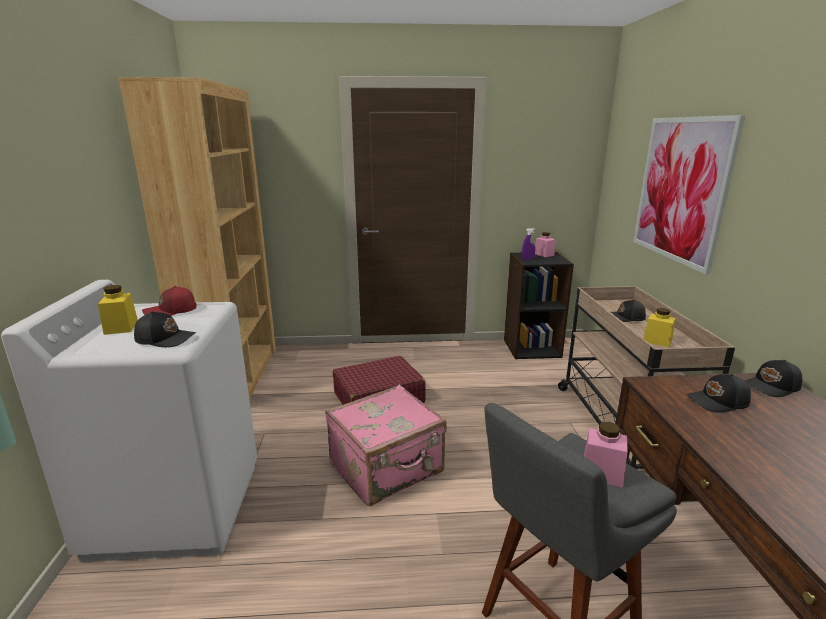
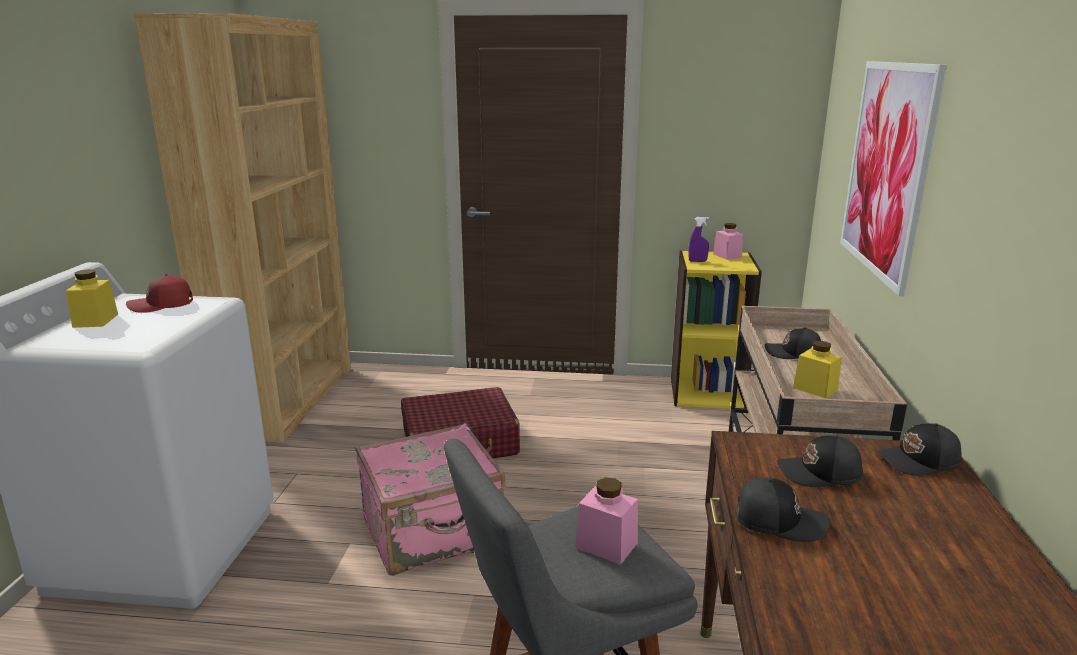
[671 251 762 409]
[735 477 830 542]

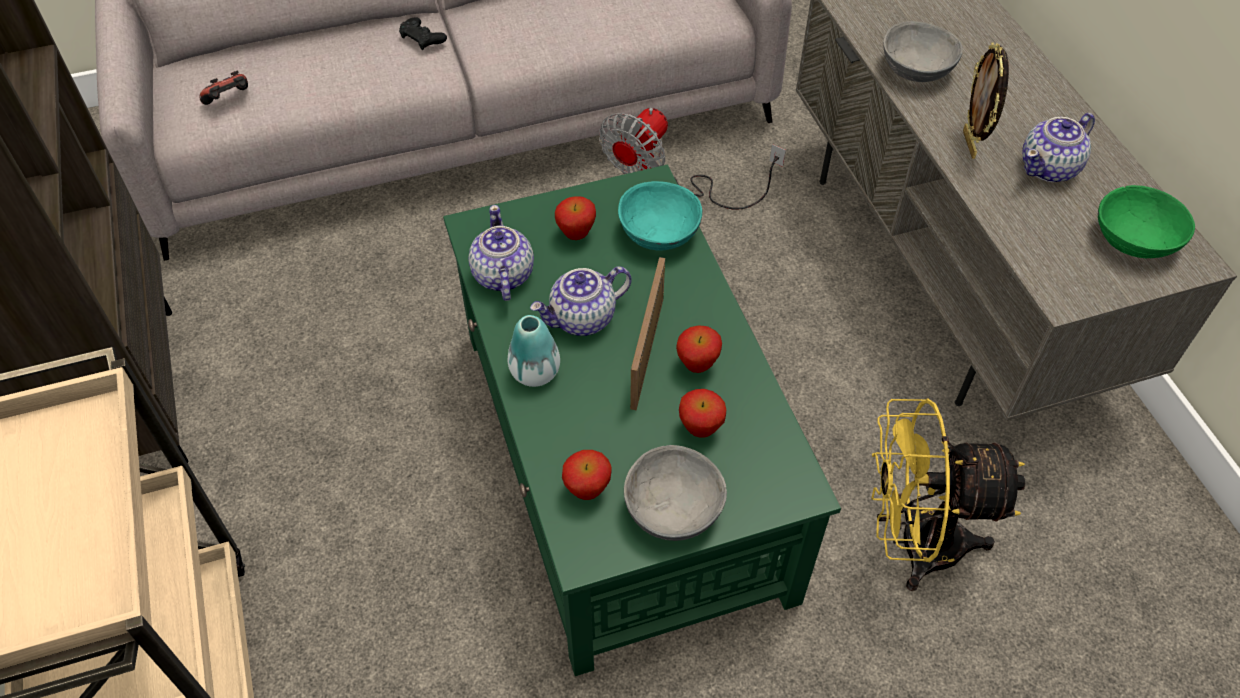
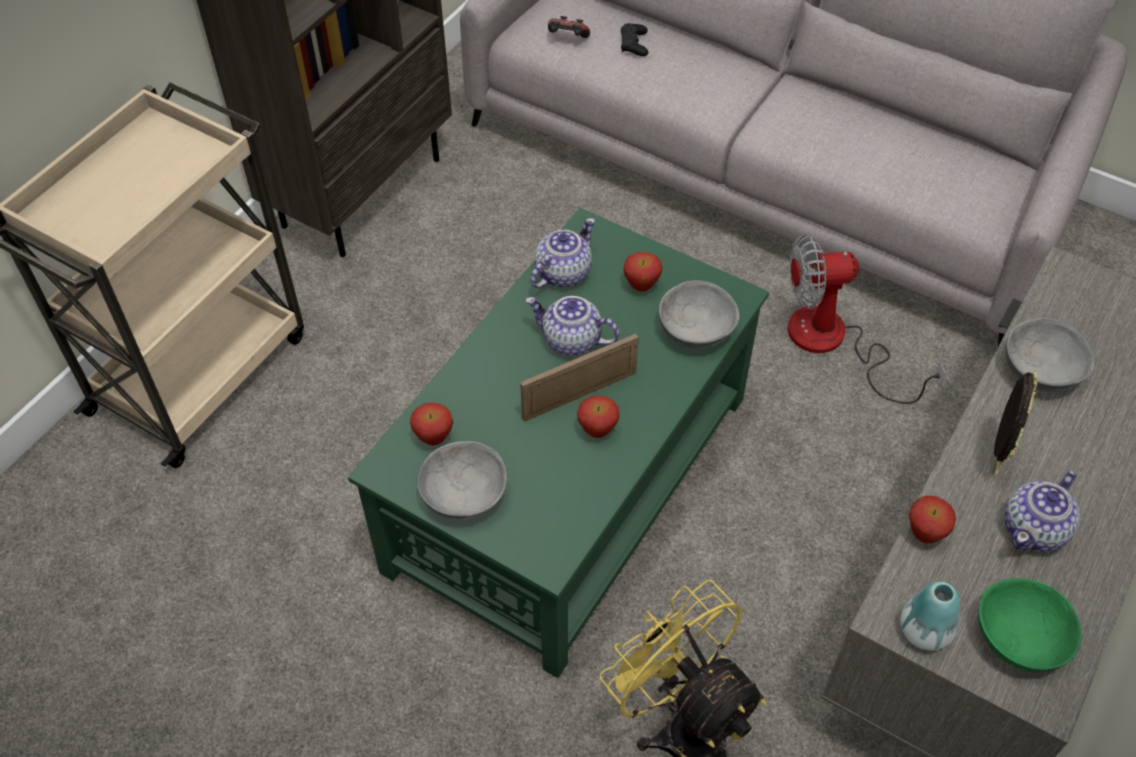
[621 23 648 56]
[659 280 739 349]
[901 582 960 651]
[909 496 956 543]
[993 371 1038 478]
[1004 471 1080 552]

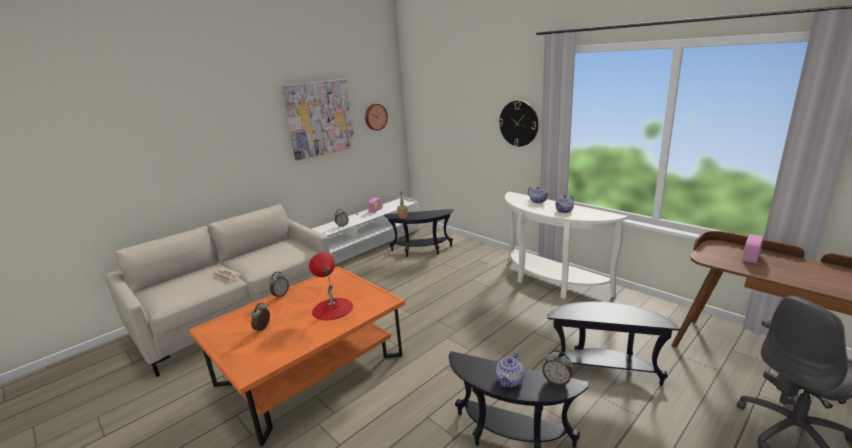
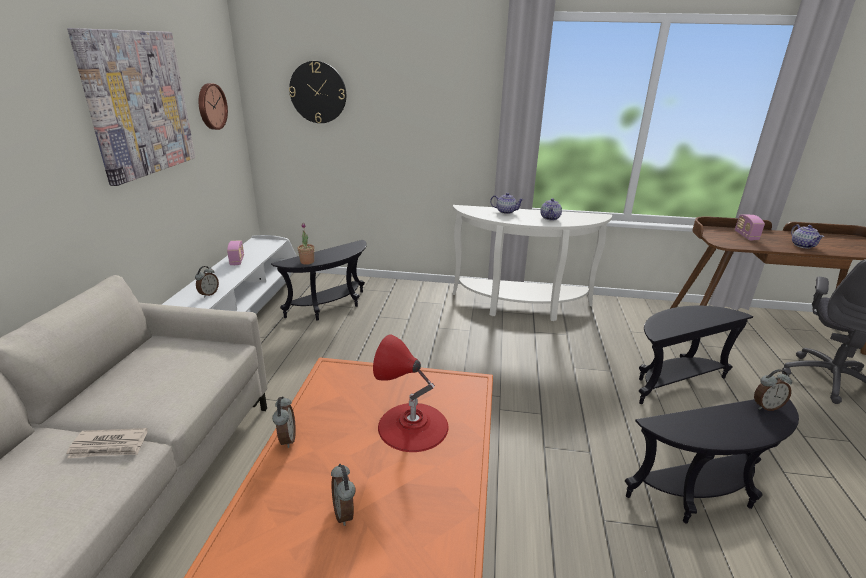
[289 61 346 123]
[791 225 824 249]

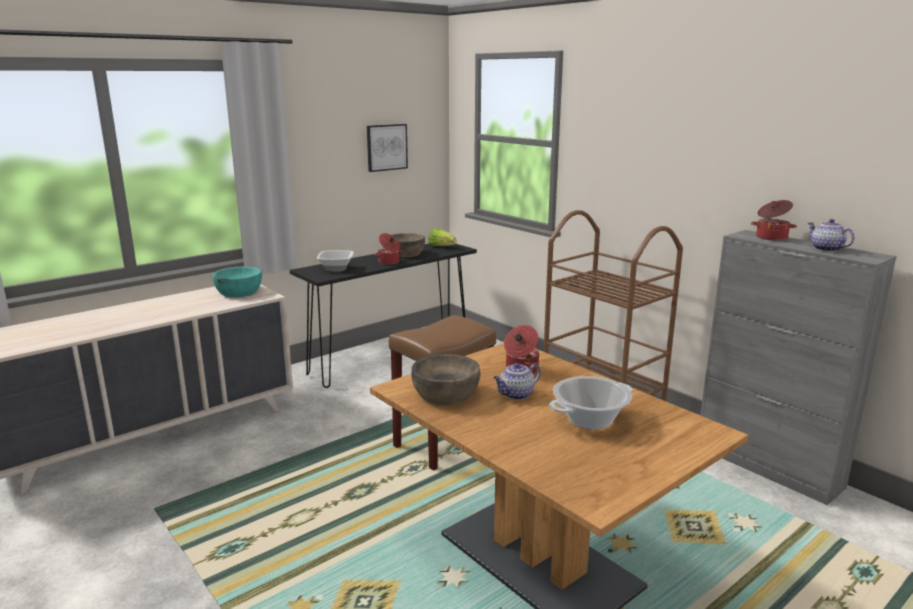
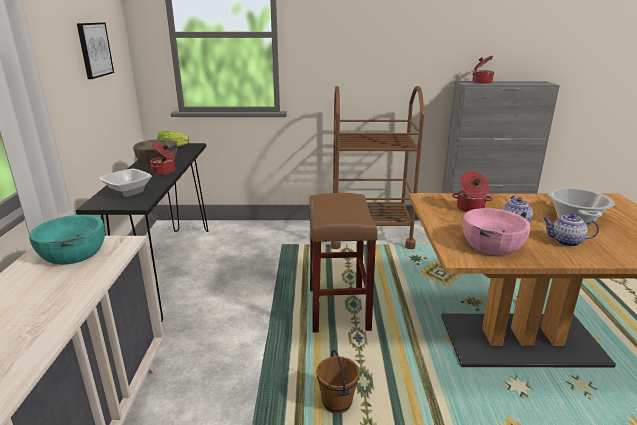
[316 350 359 414]
[462 208 530 255]
[543 213 599 247]

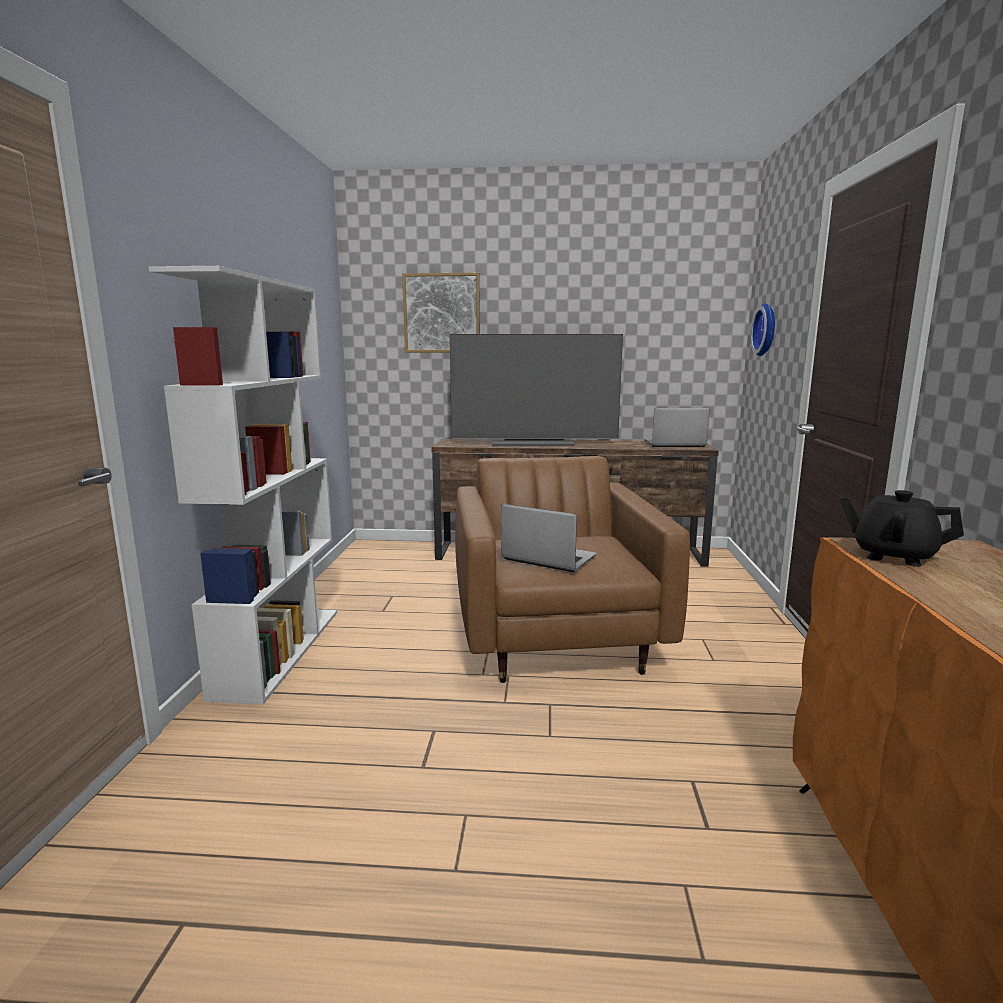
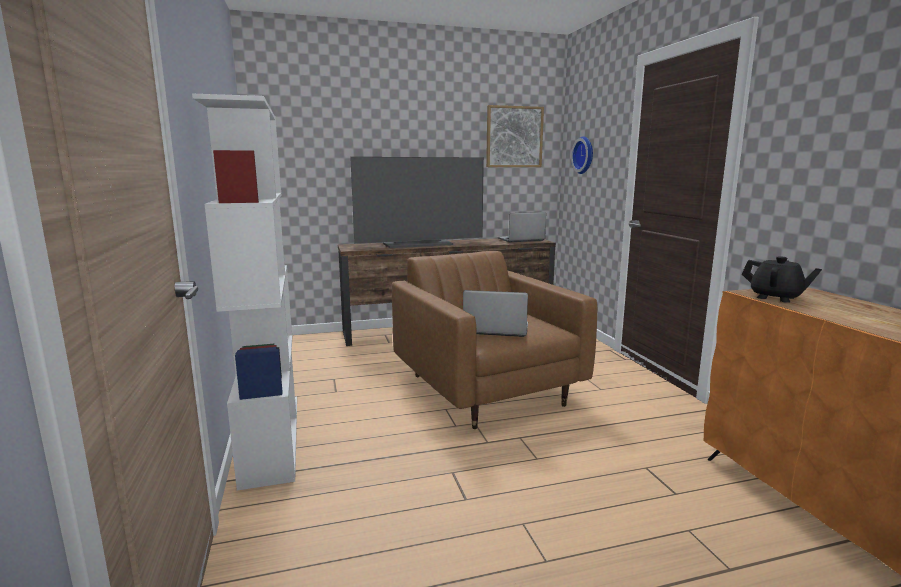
[486 105 544 167]
[742 256 822 303]

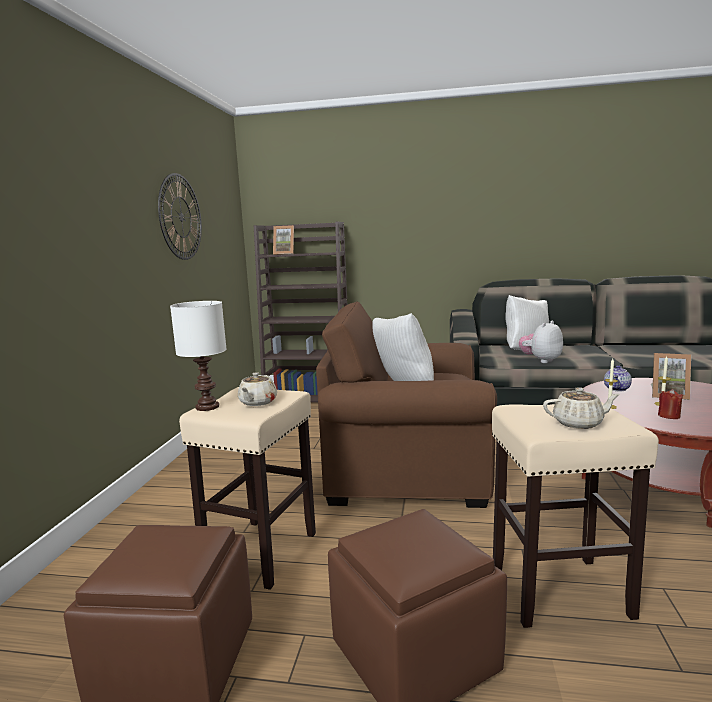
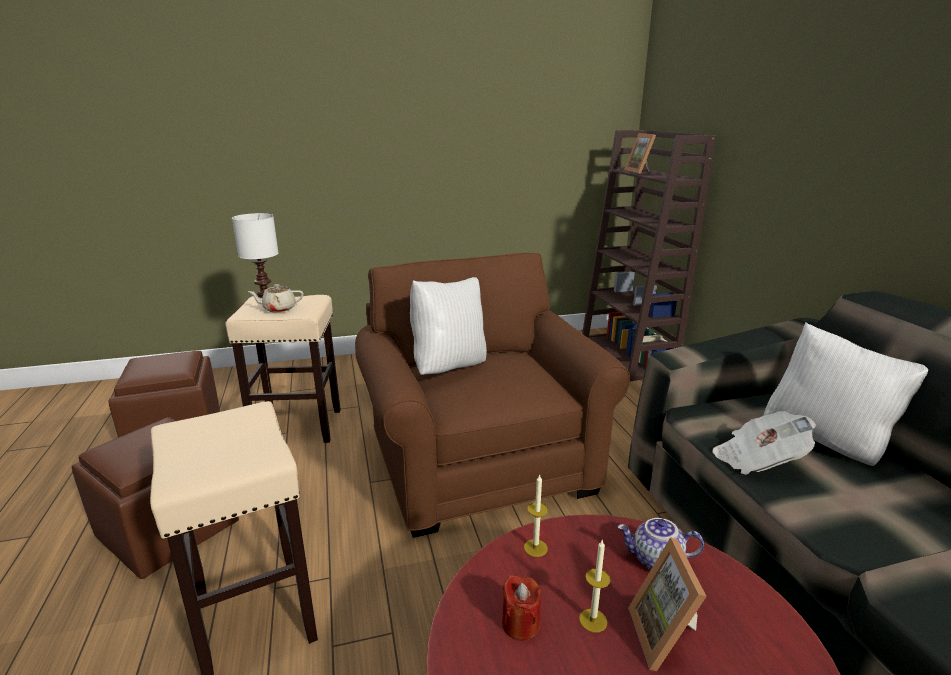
[712 411 816 475]
[158 173 202 260] (first image)
[543 387 620 429] (first image)

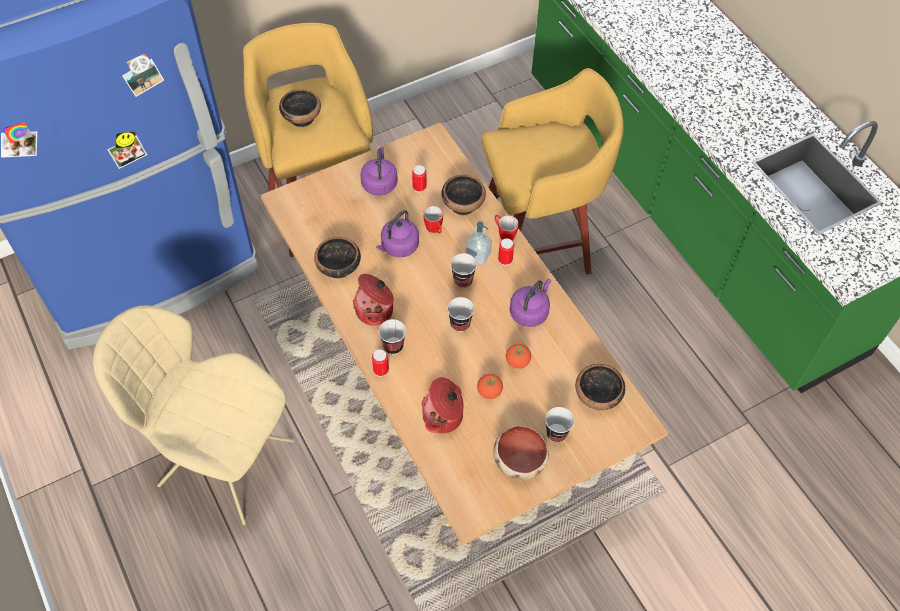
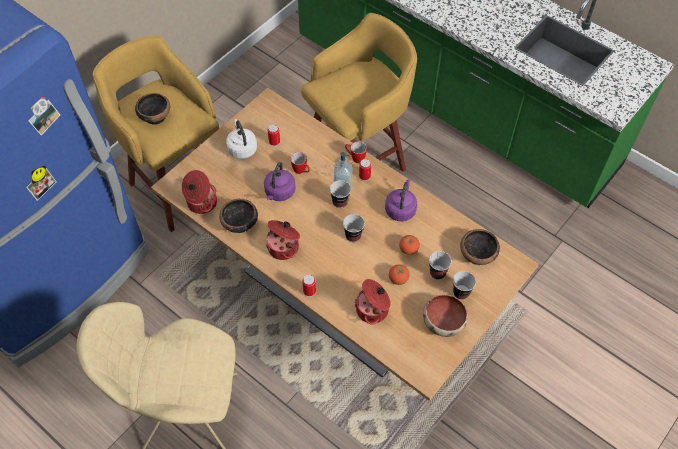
[182 170 217 214]
[226 119 257 159]
[429 251 452 279]
[441 175 486 215] (first image)

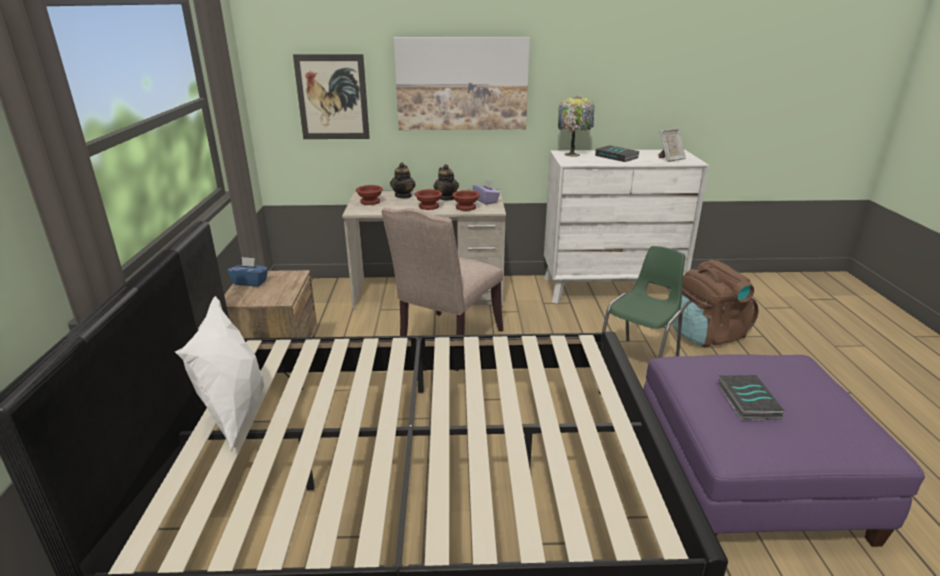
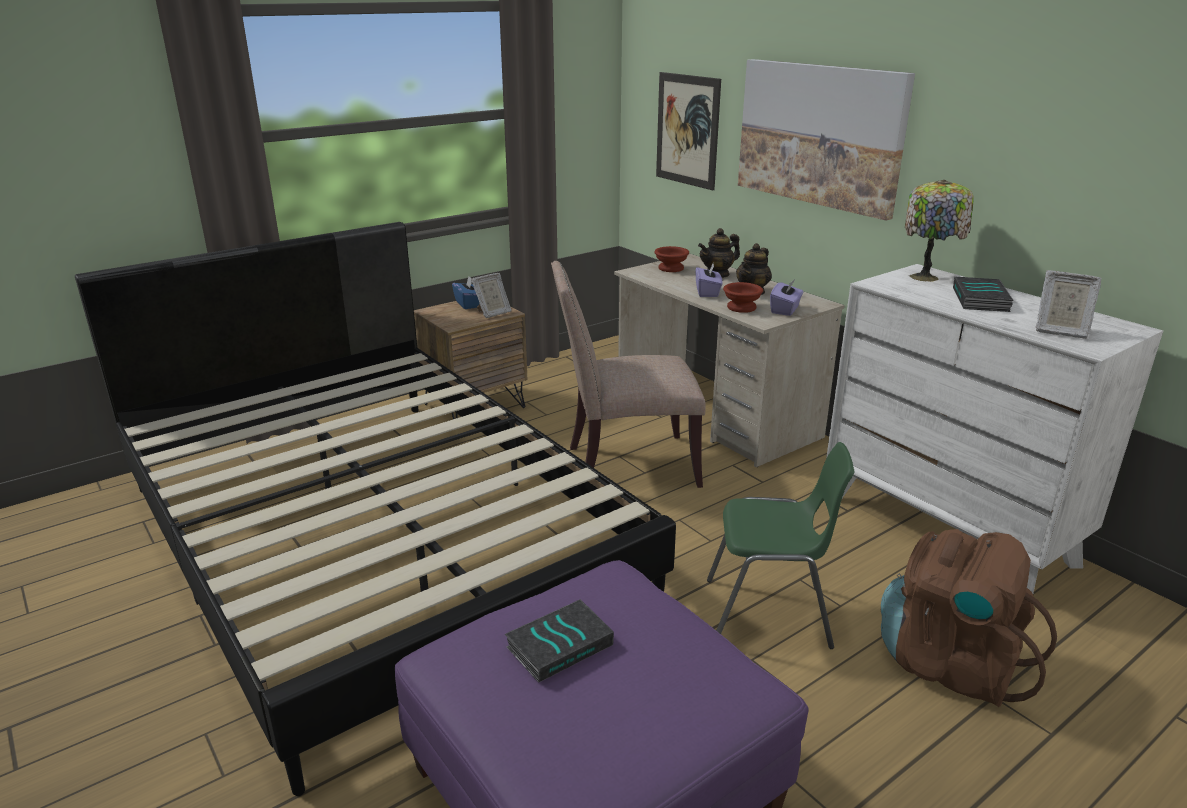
[471 273 511 318]
[696 263 723 297]
[175 296 264 452] (first image)

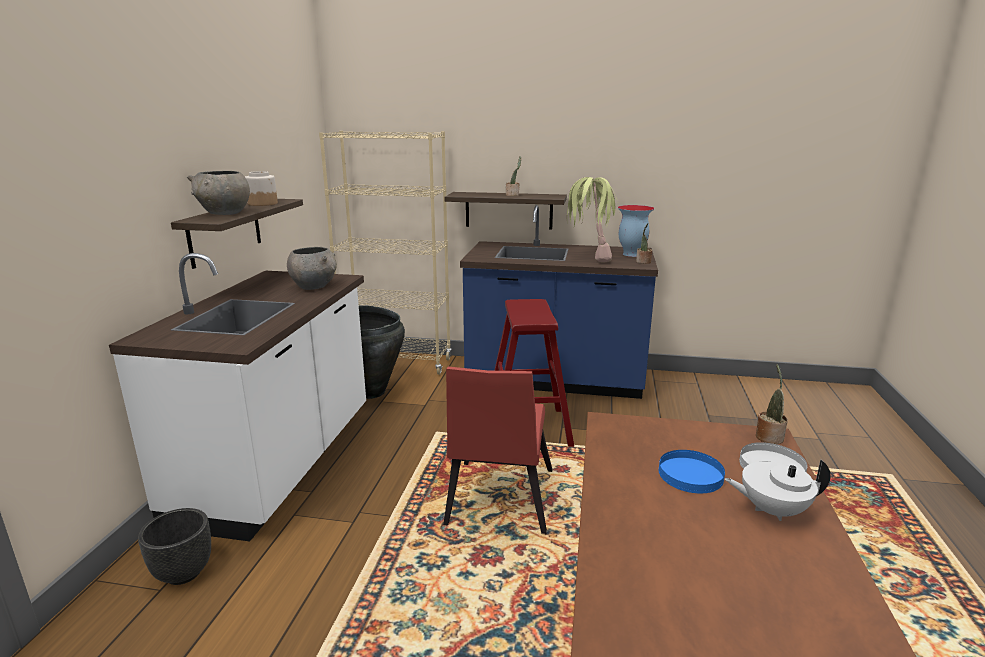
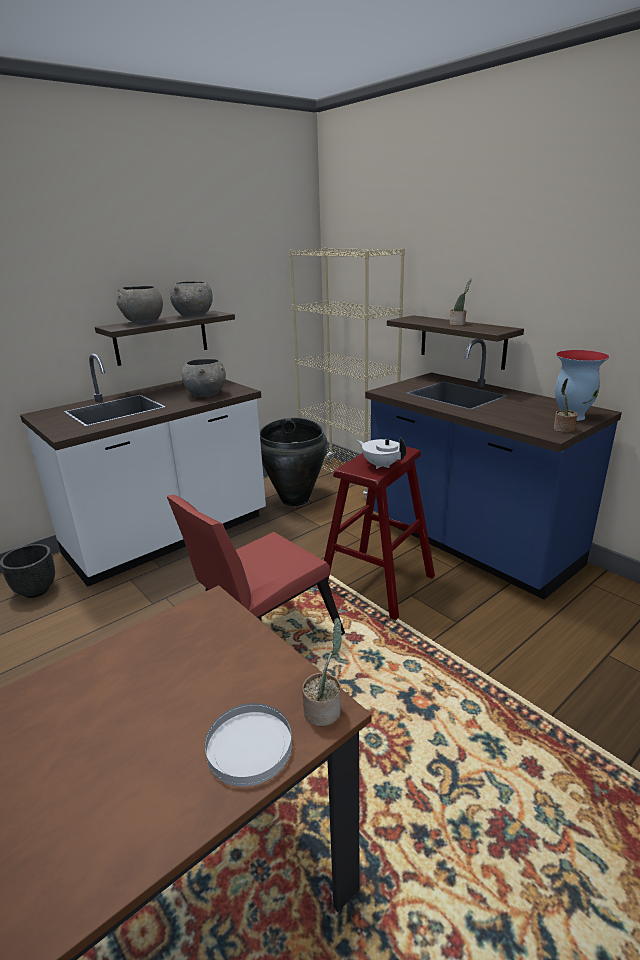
[170 281 213 317]
[357 437 406 469]
[567 177 617 262] (first image)
[659 450 725 493] (first image)

